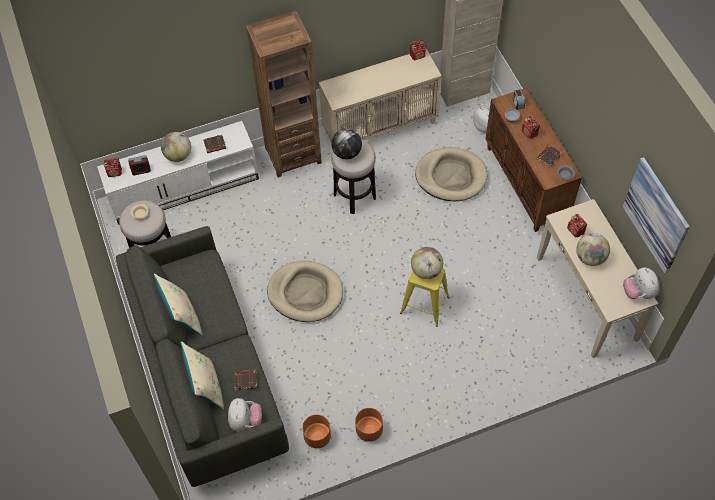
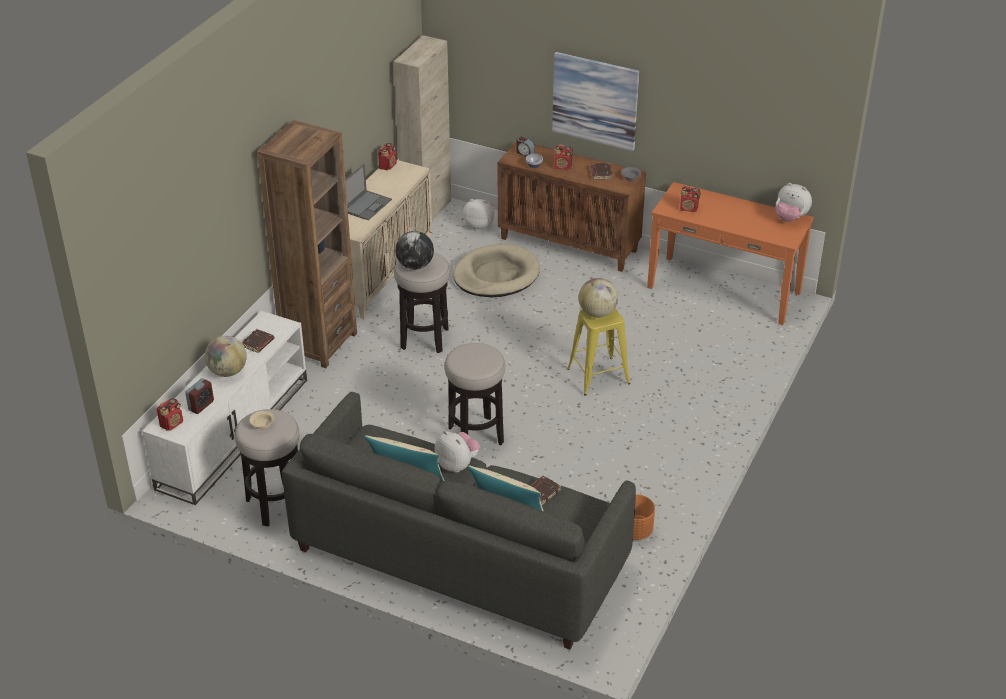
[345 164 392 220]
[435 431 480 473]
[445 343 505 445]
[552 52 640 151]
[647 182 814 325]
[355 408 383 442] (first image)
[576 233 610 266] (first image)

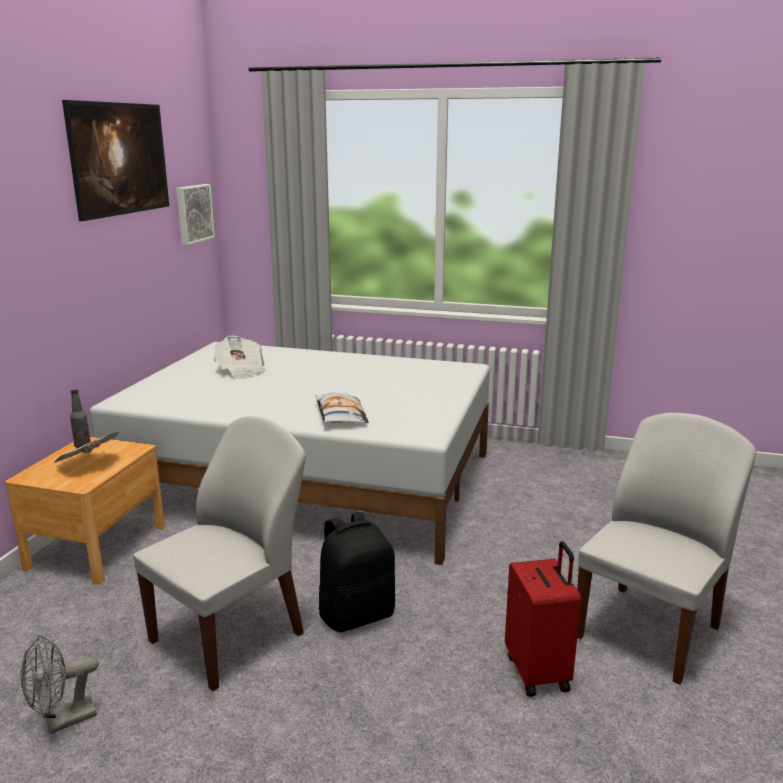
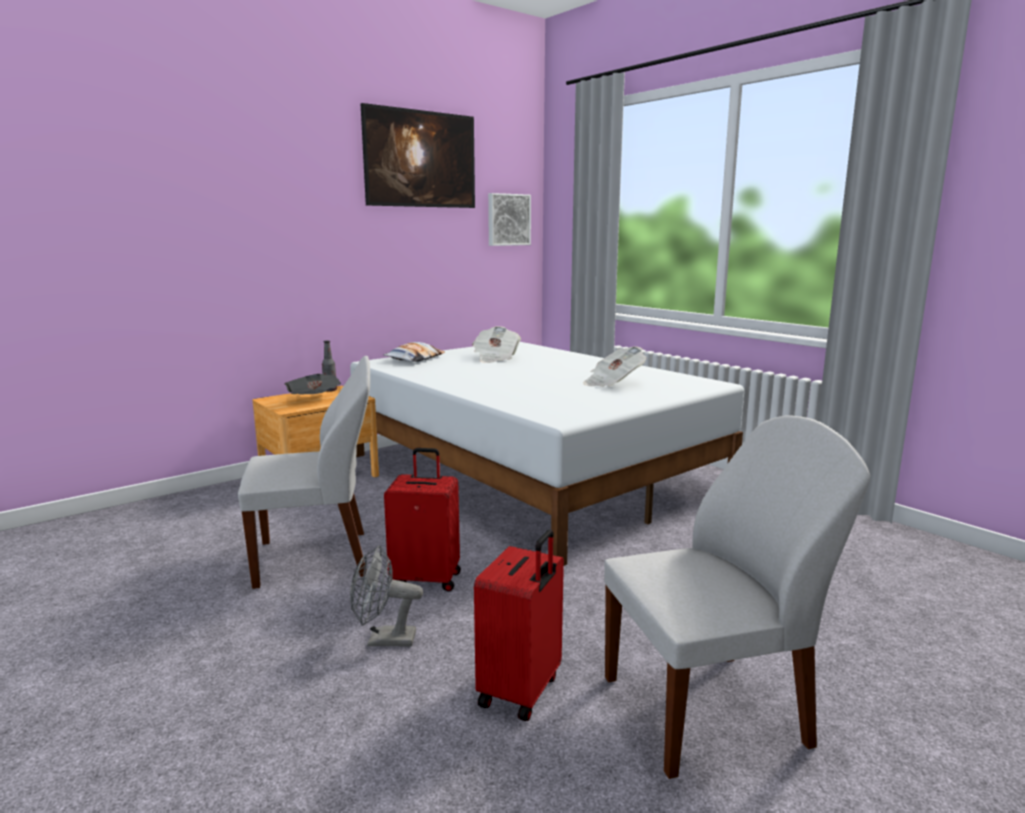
[350 546 423 647]
[383 342 445 362]
[384 448 461 592]
[583 346 646 387]

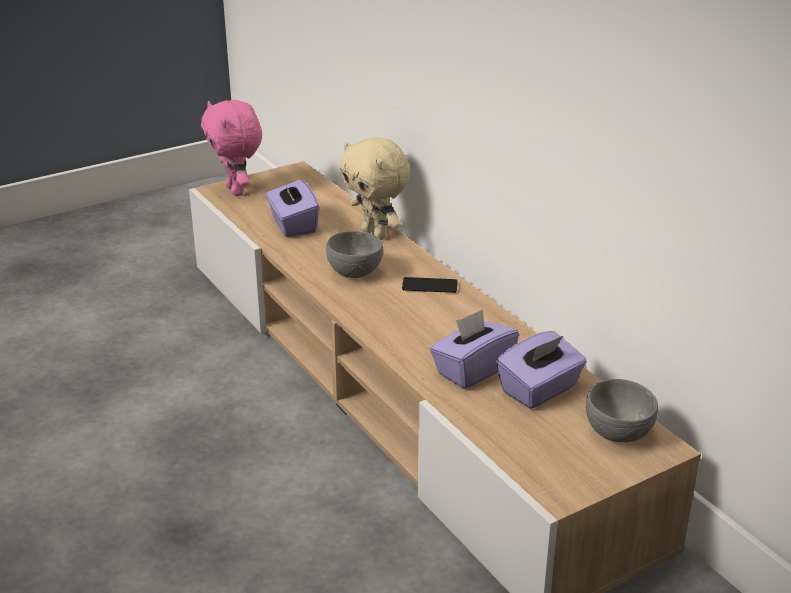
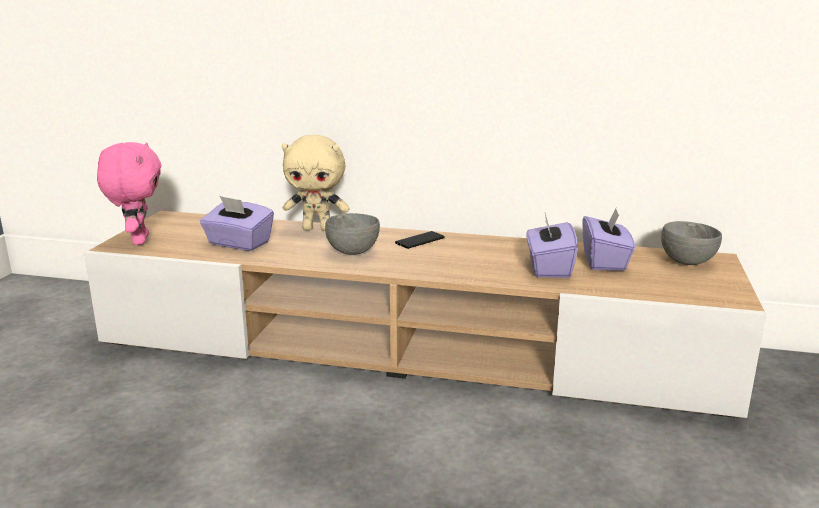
[97 142 162 245]

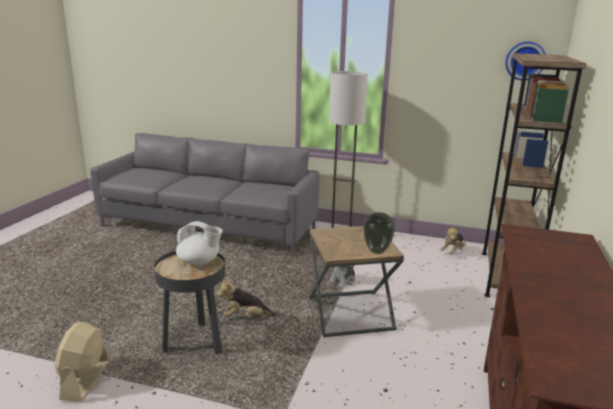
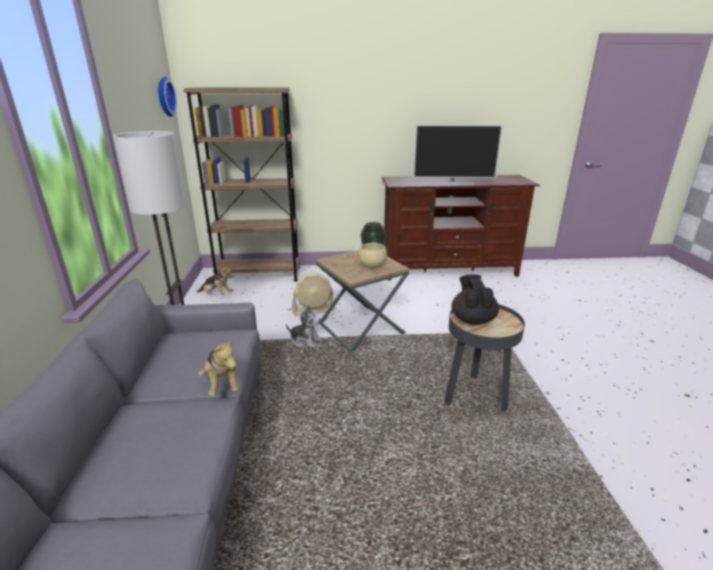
[198 338 239 396]
[292 272 335 316]
[358 243 387 269]
[413 125 502 185]
[451 274 499 325]

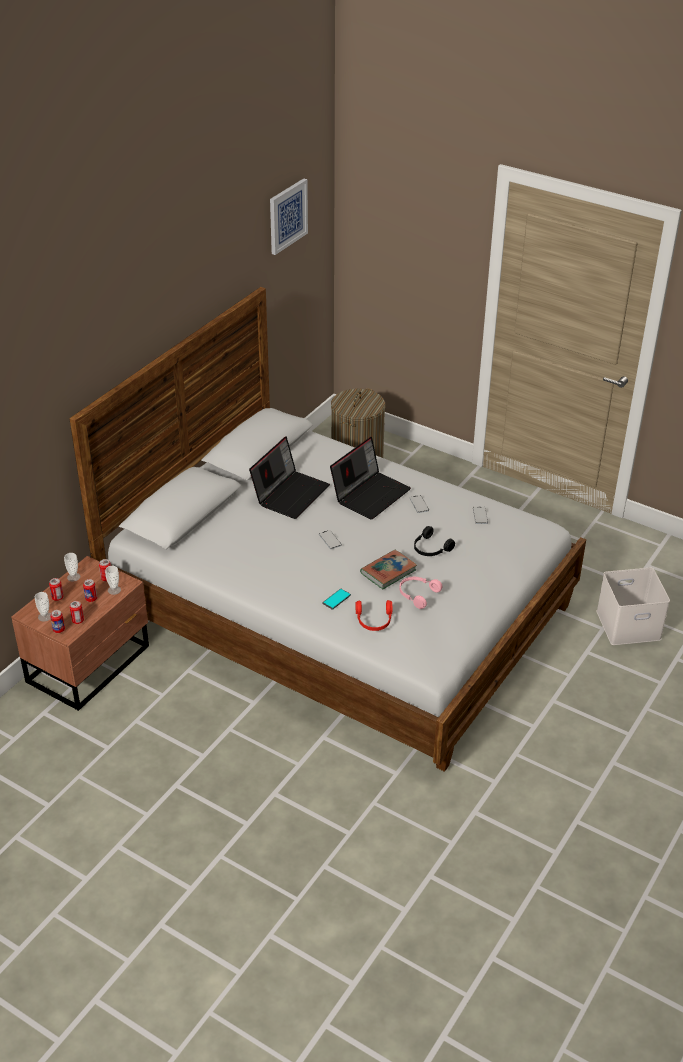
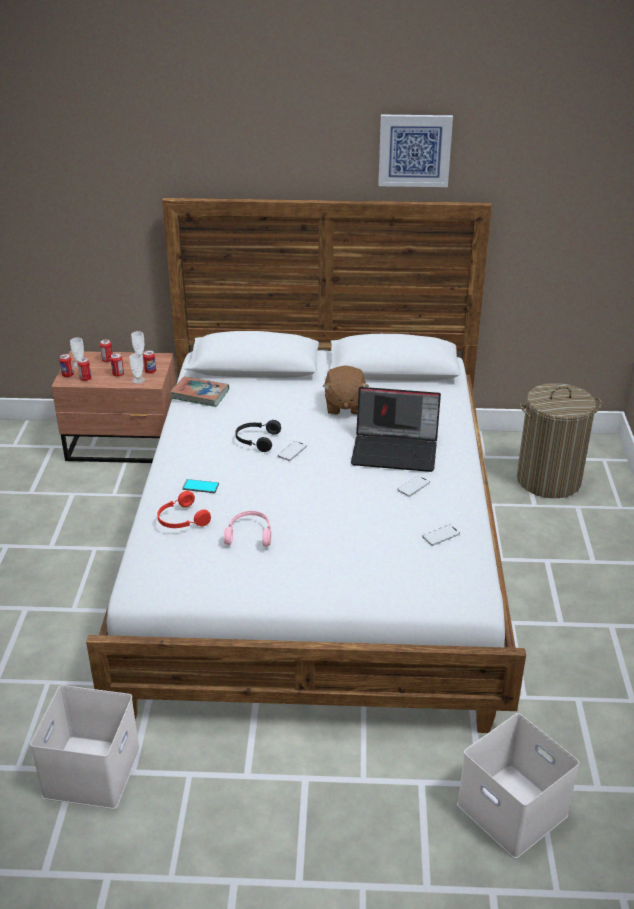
[30 685 140 809]
[170 376 229 407]
[235 420 281 452]
[323 365 369 415]
[378 115 453 187]

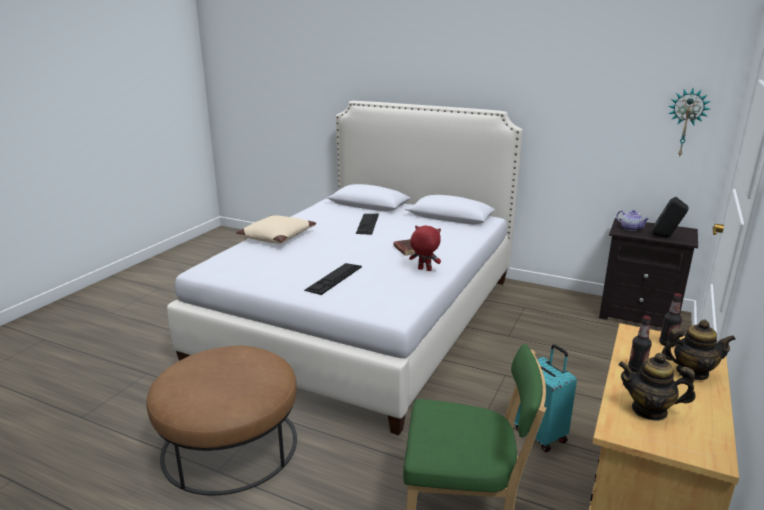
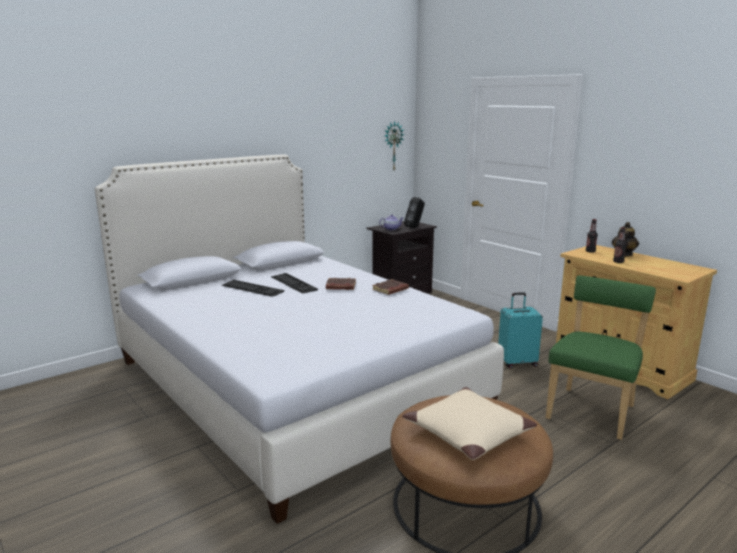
[271 273 318 294]
[372 279 409 295]
[402 387 537 460]
[619 353 695 421] (first image)

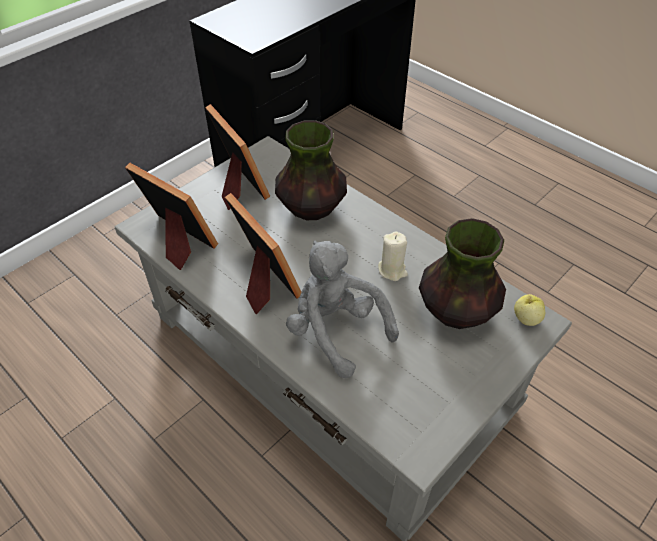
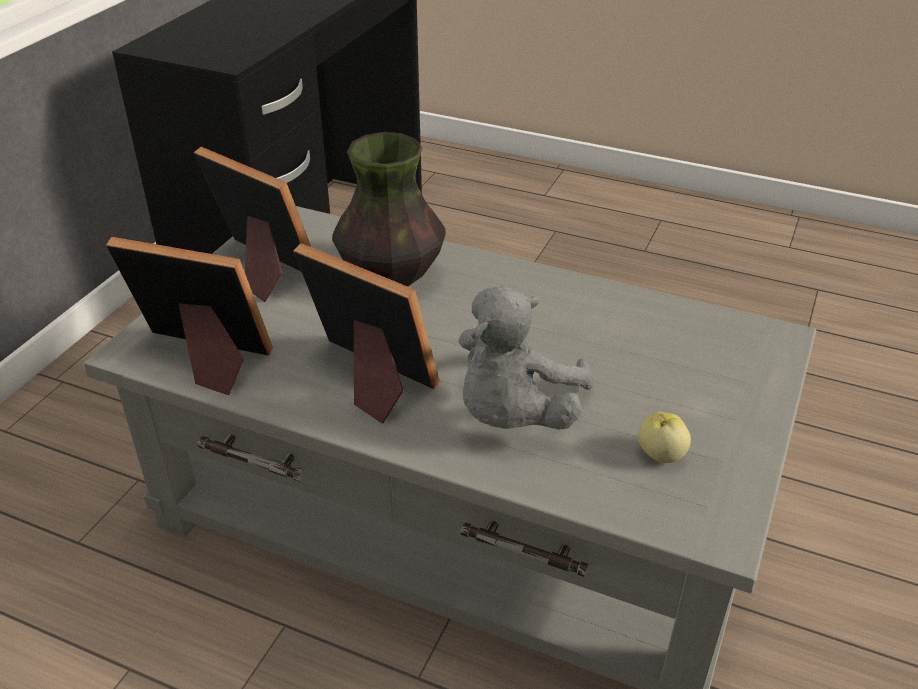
[458 286 593 429]
[638 412 691 463]
[378 231 408 281] (first image)
[419 218 506 329] (first image)

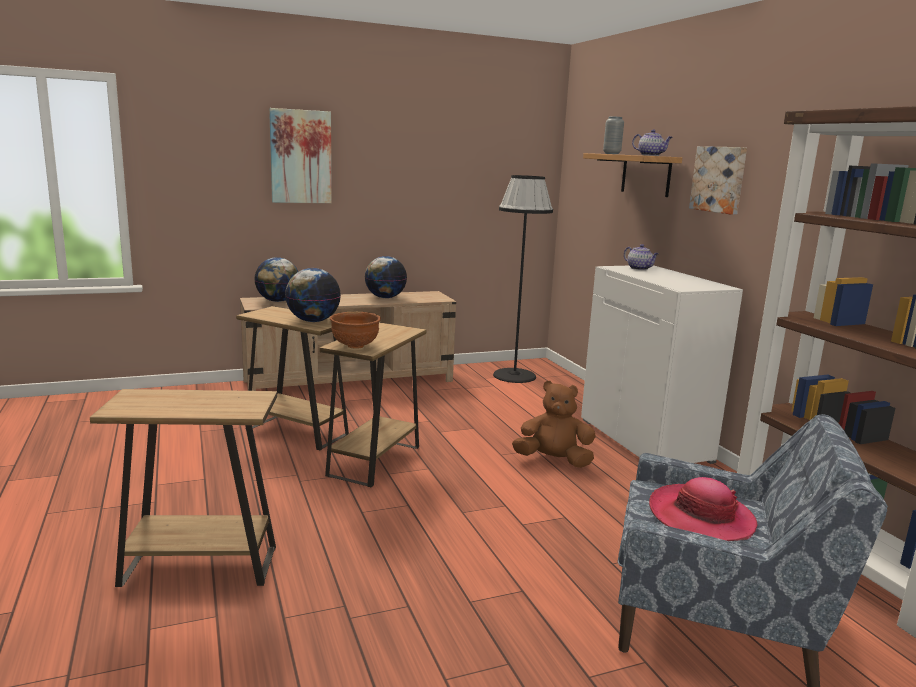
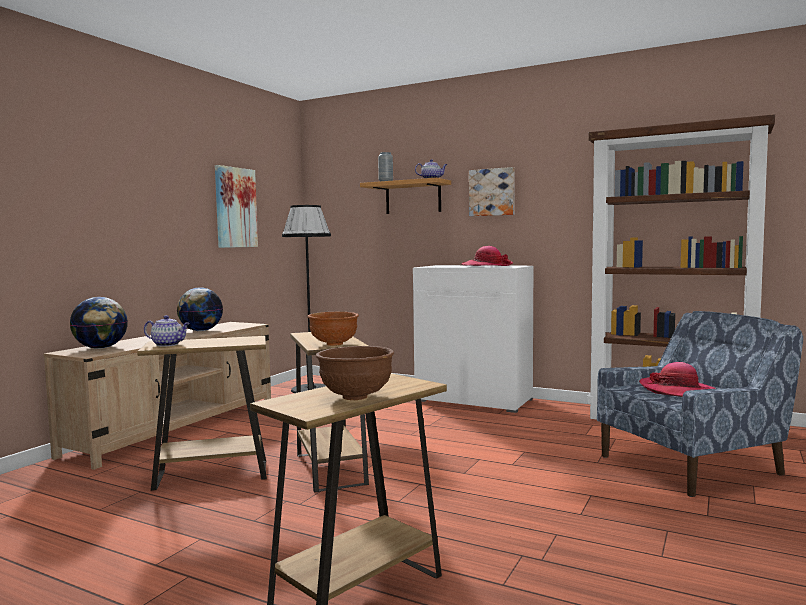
[144 315 190 347]
[215 165 258 248]
[316 346 394 400]
[461 246 513 266]
[285 268 341 322] (first image)
[512 381 596 468] (first image)

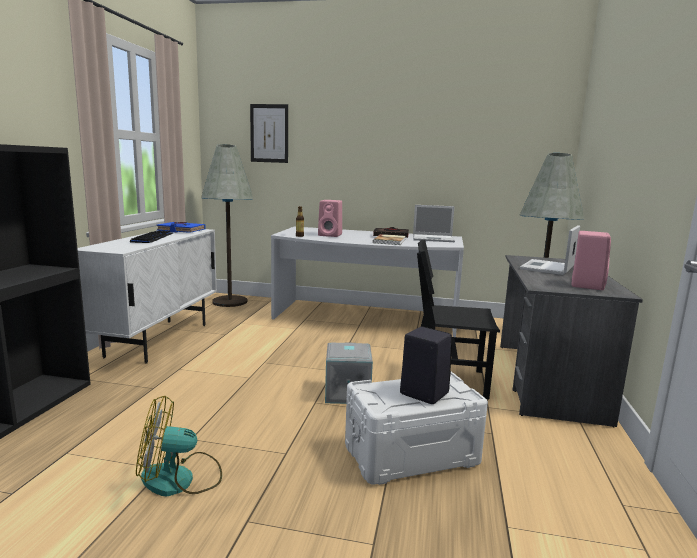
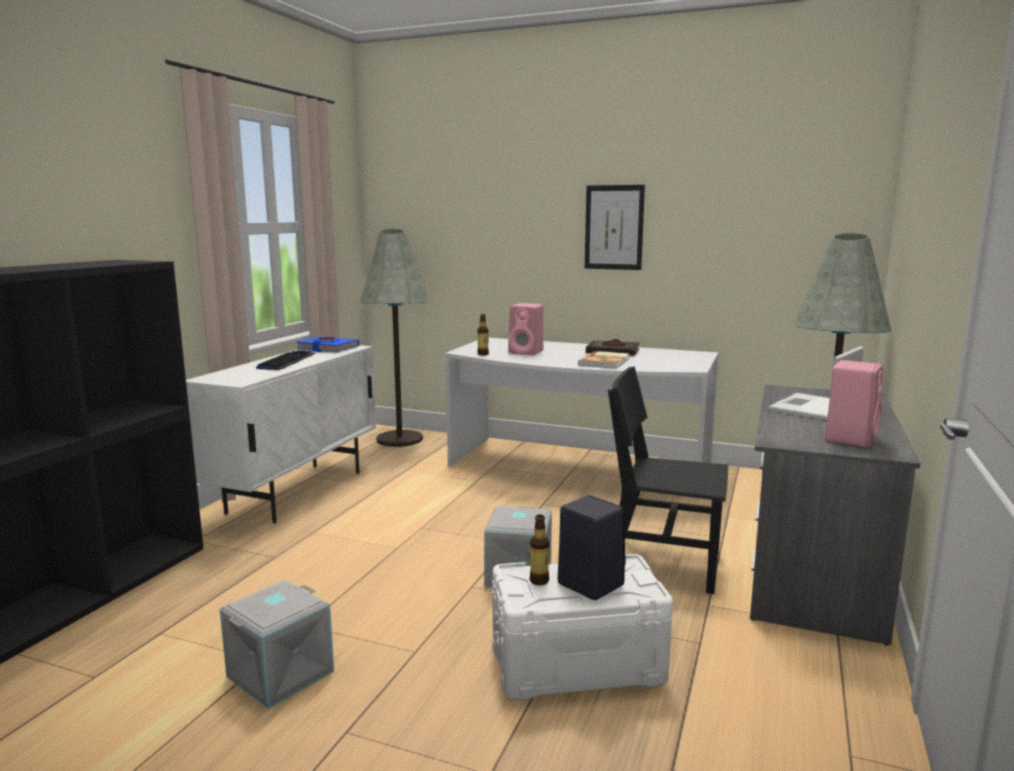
[220 580 334 709]
[530 514 549 585]
[585 185 645 270]
[413 205 455 242] (first image)

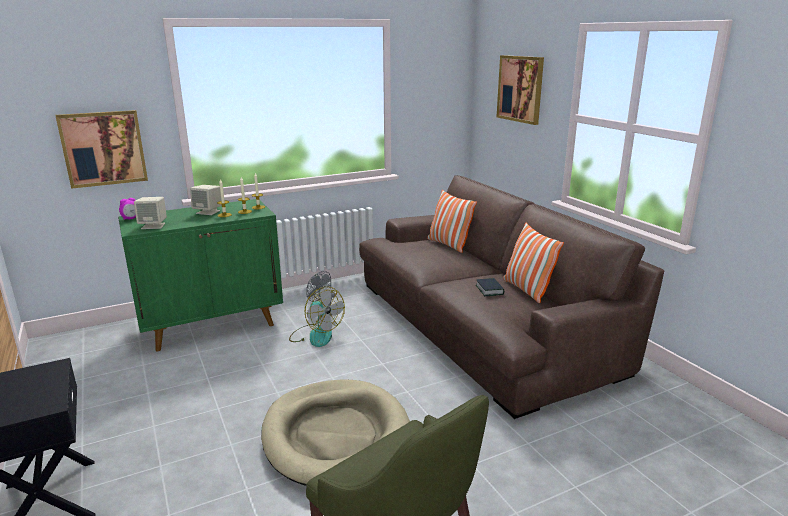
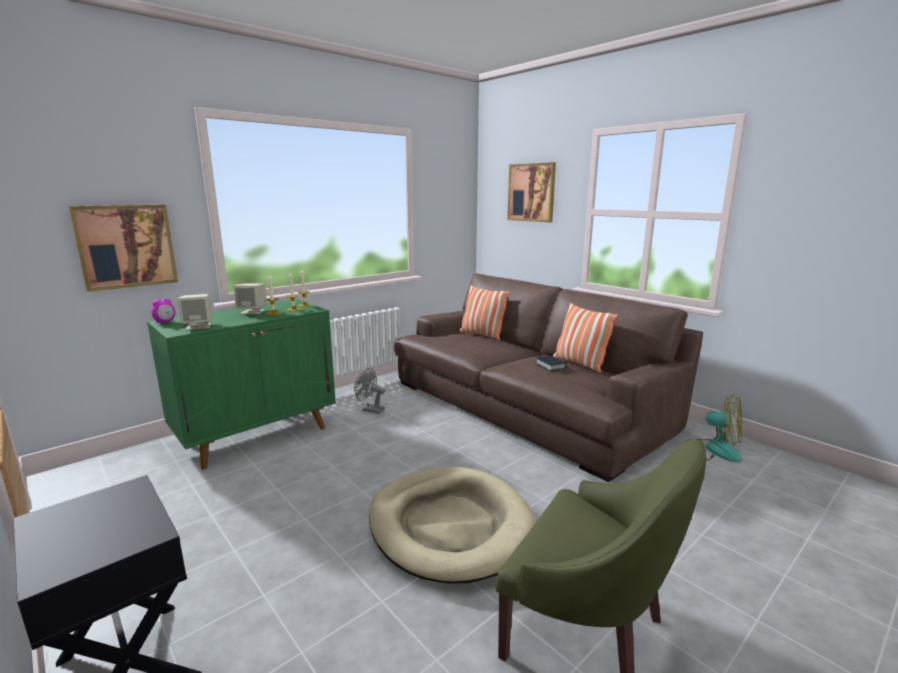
[687 394 742 462]

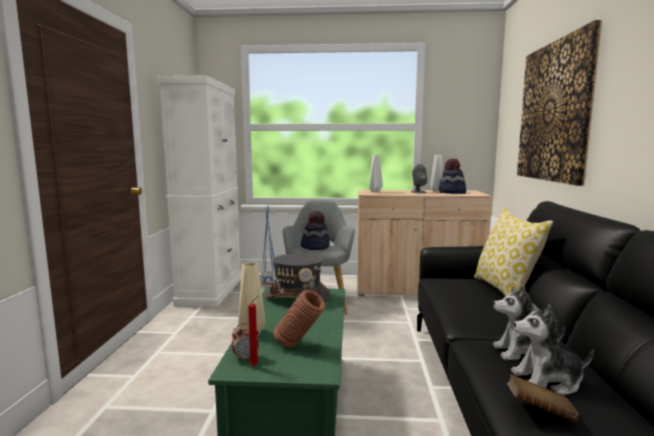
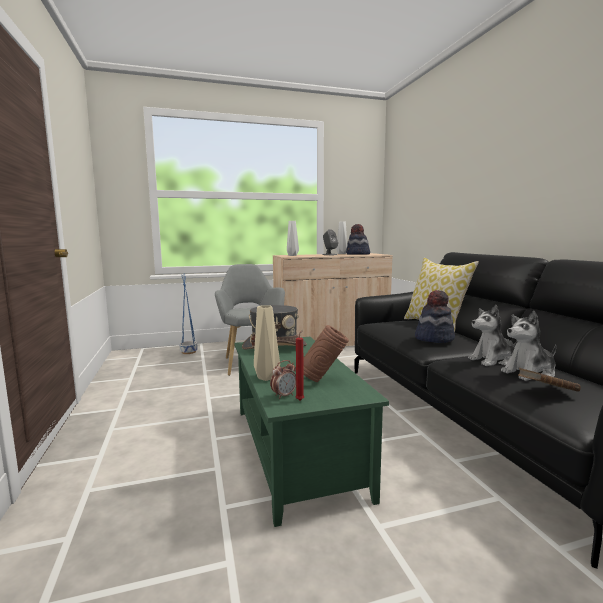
[415 290 455 343]
[157 75 241 307] (first image)
[517 20 602 186] (first image)

